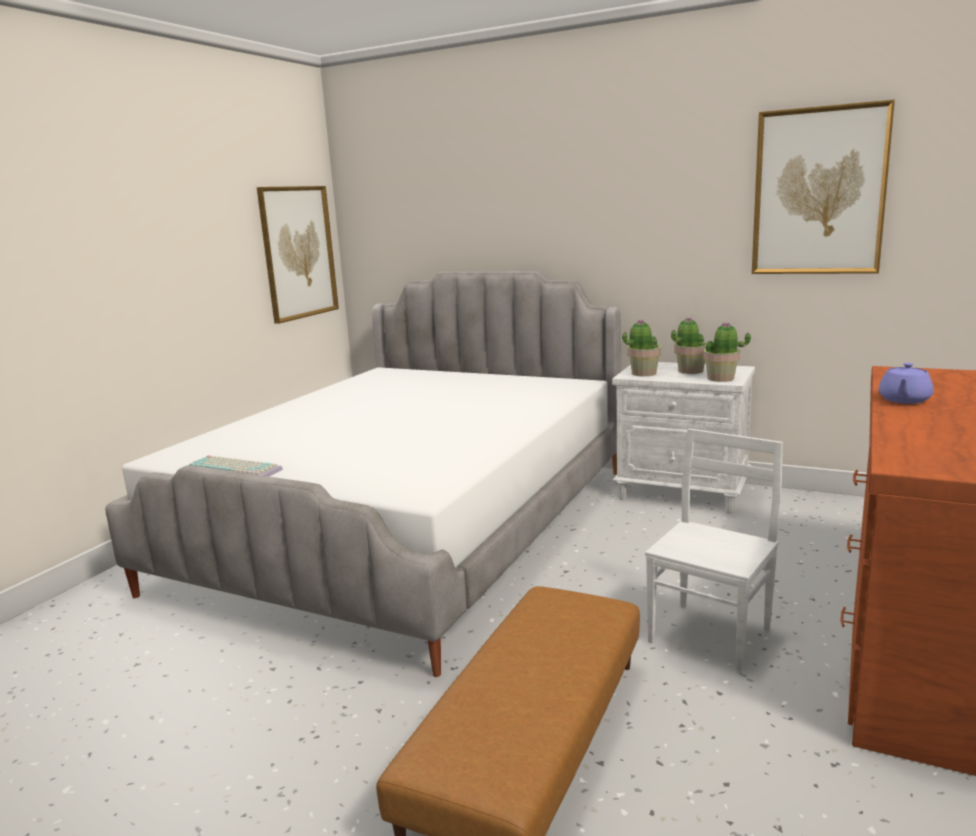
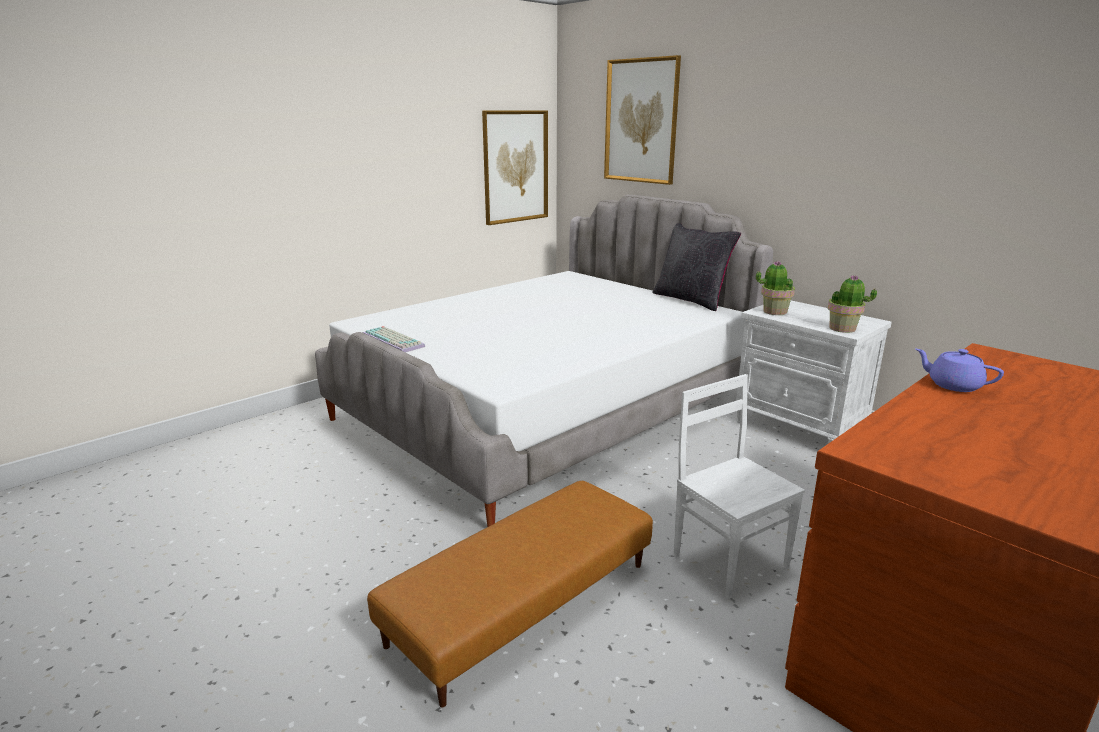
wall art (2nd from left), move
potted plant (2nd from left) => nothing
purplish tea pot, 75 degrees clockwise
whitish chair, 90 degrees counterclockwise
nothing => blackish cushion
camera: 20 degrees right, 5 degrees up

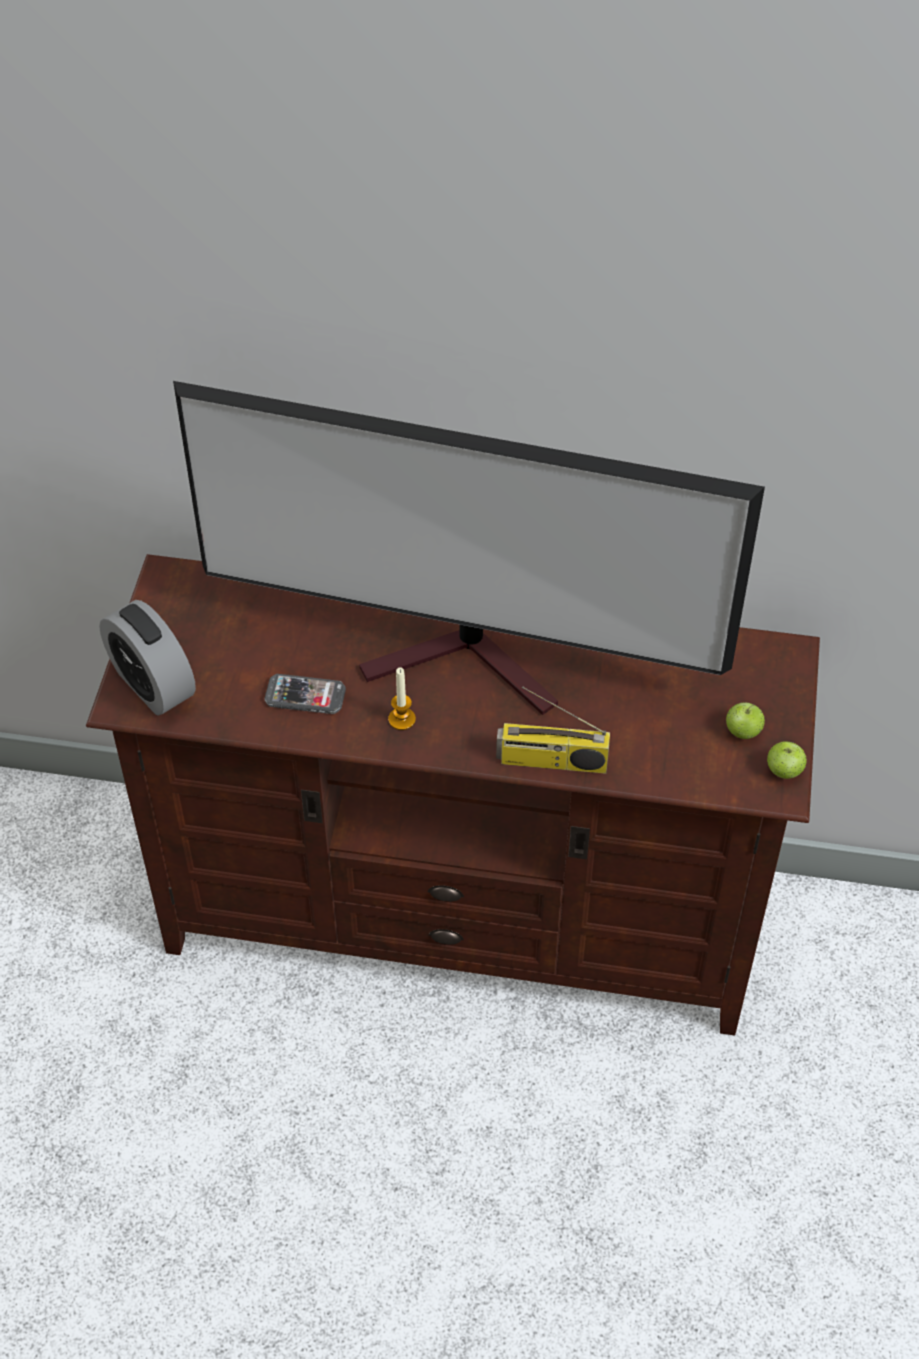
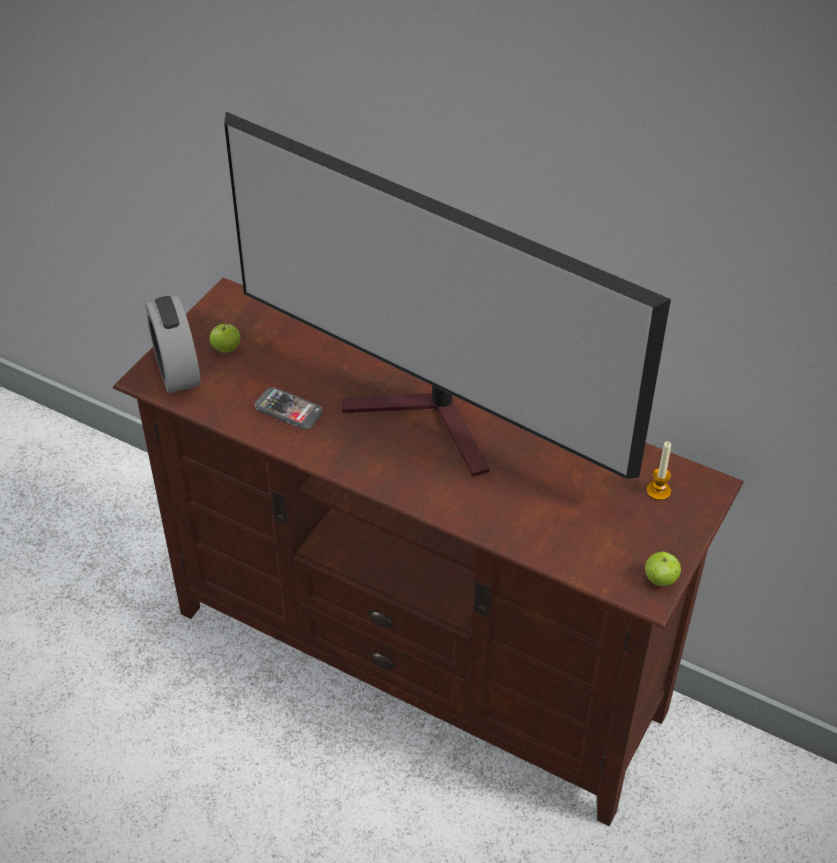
candle, move
radio set => nothing
apple fruit (1st from left), move
camera: 20 degrees right, 5 degrees down

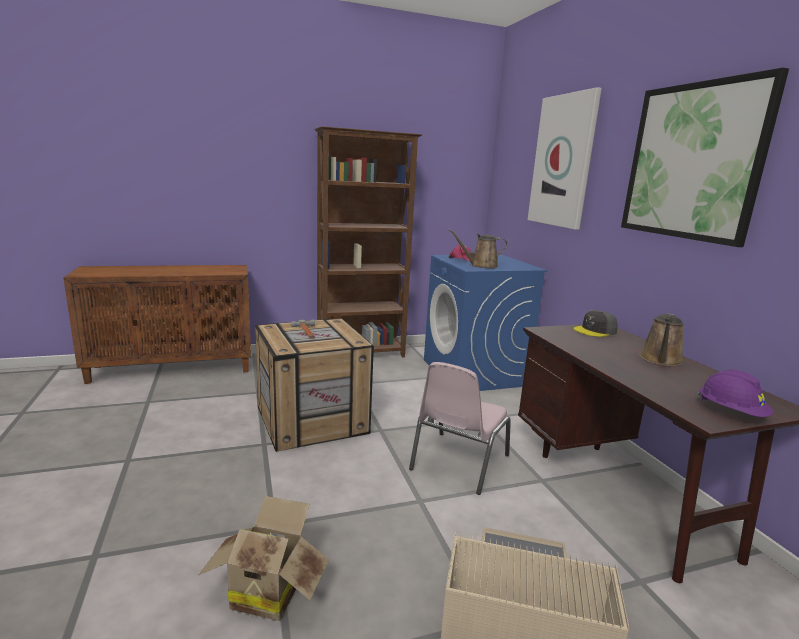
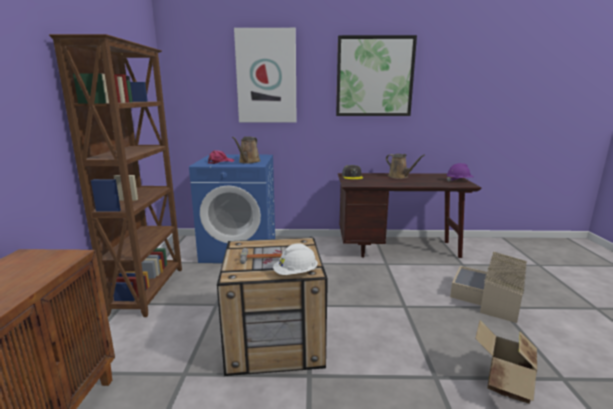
pinkish chair => nothing
nothing => whitish work helmet
camera: 70 degrees left, 0 degrees up

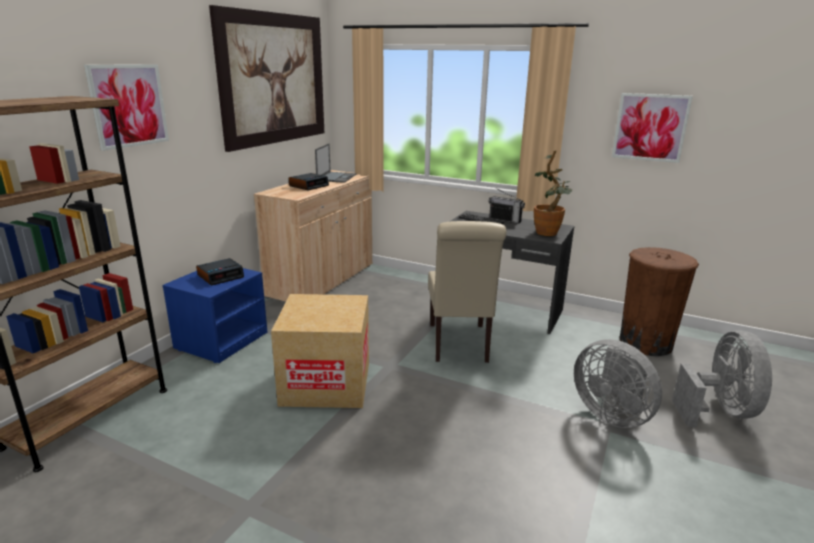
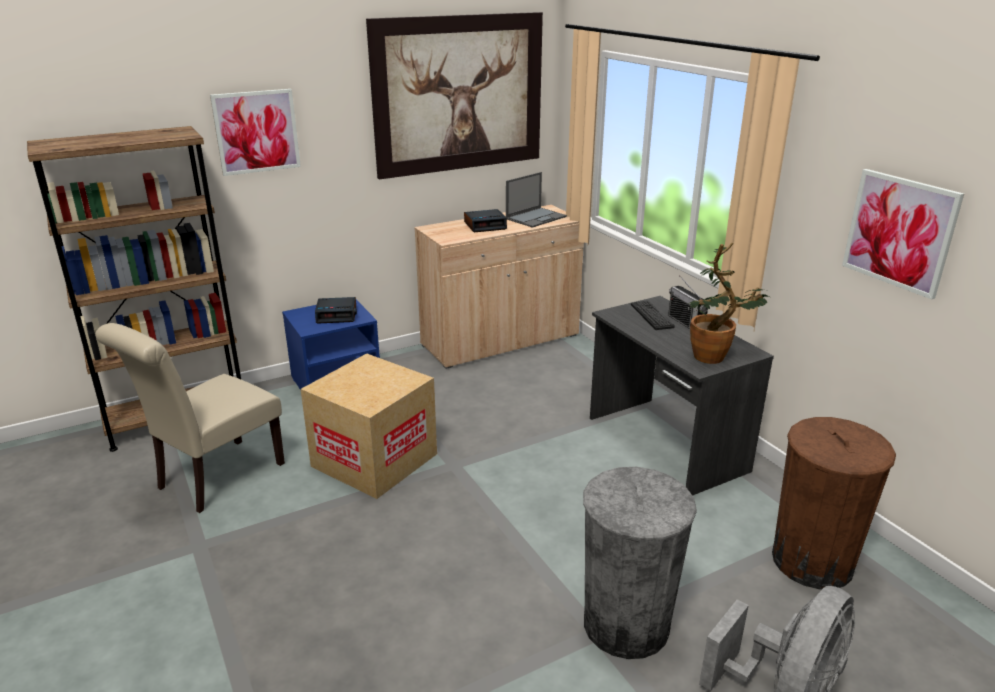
sand-coloured chair, move
grey fan (1st from left) => grey rubbish bin
camera: 35 degrees right, 5 degrees up

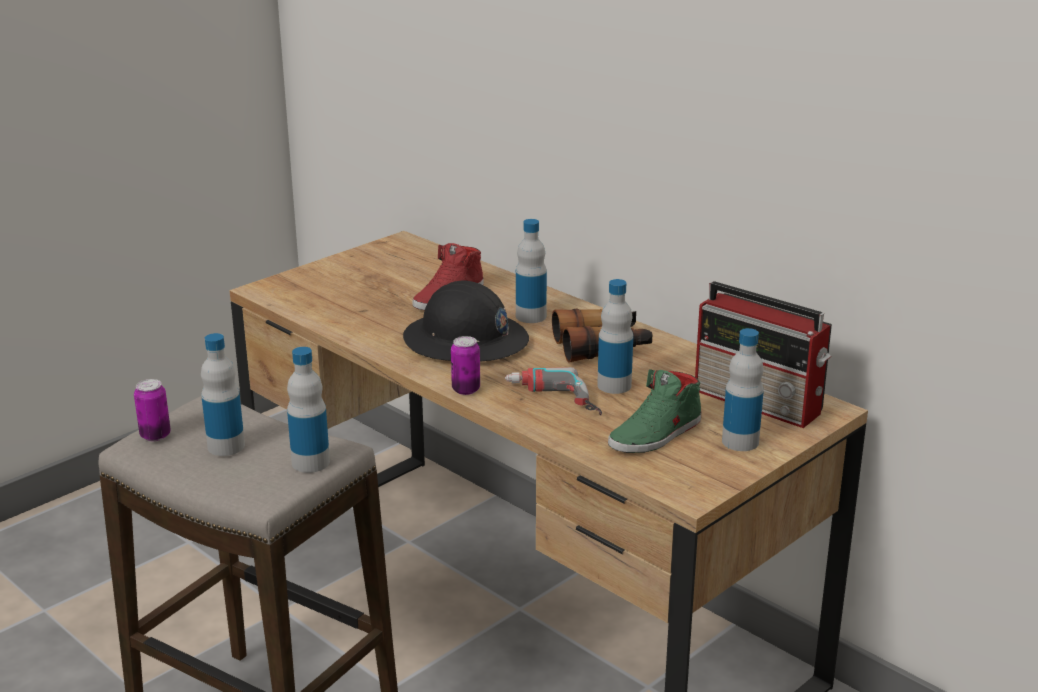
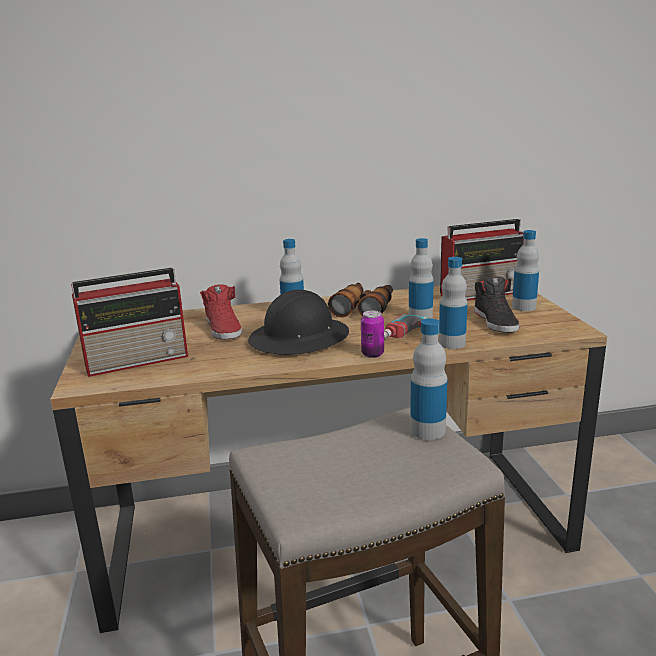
drink bottle (1st from left in the first image) => drink bottle (4th from left), move
green shoe => blackish shoe
metal can (1st from left) => nothing
nothing => radio set (1st from left)
camera: 55 degrees left, 5 degrees down

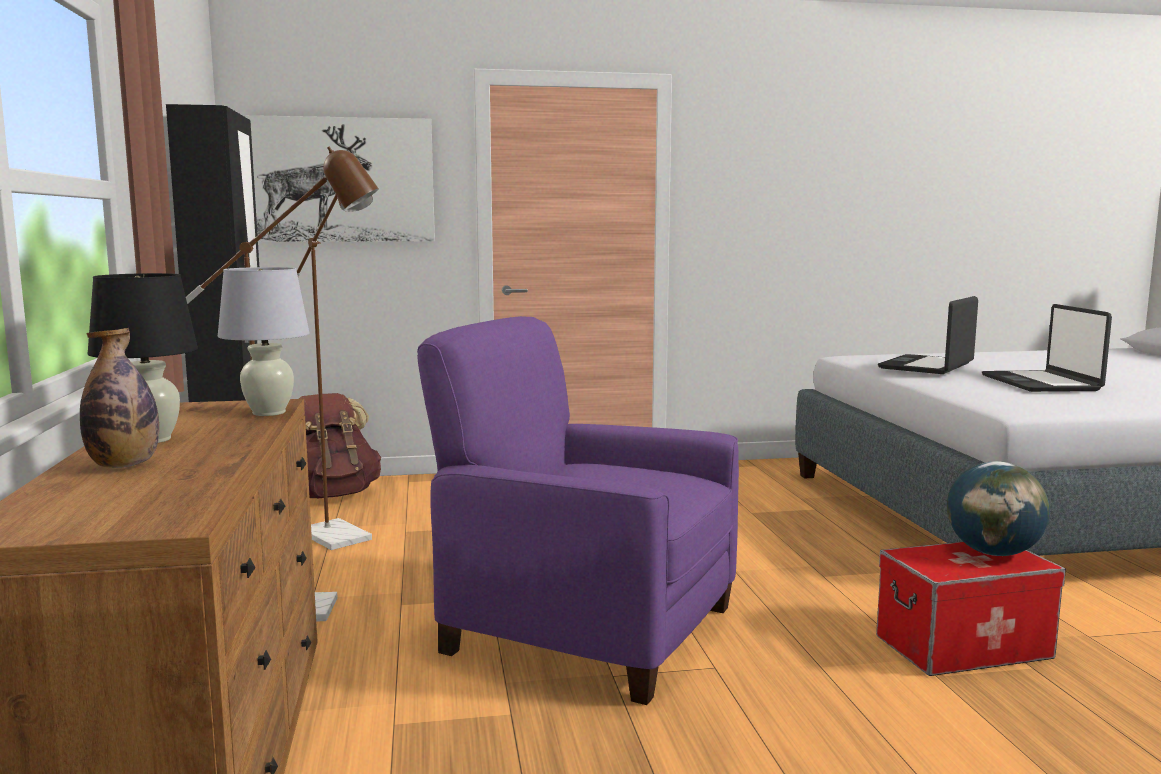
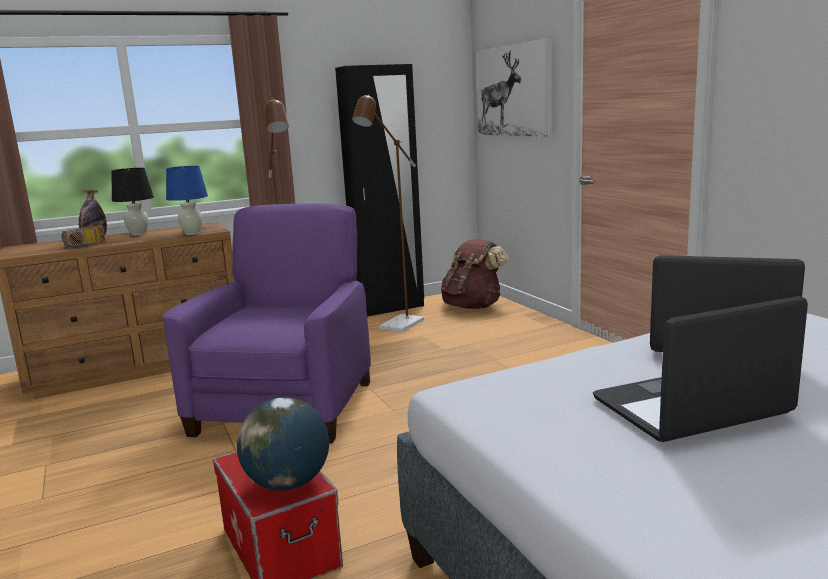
whitish tabletop lamp => blue-coloured tabletop lamp
nothing => radio set
camera: 75 degrees right, 5 degrees up

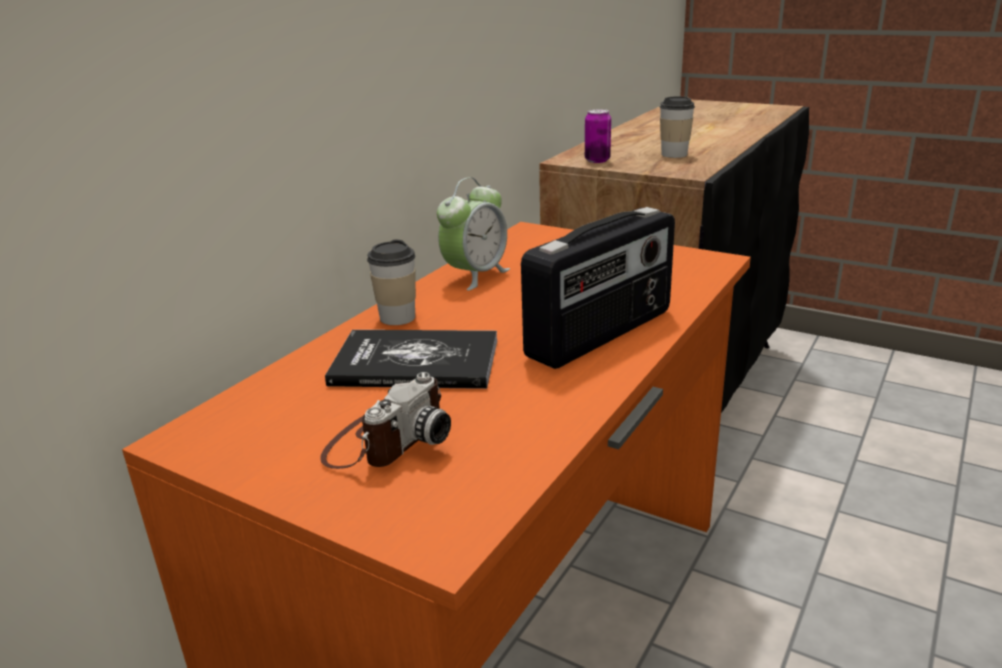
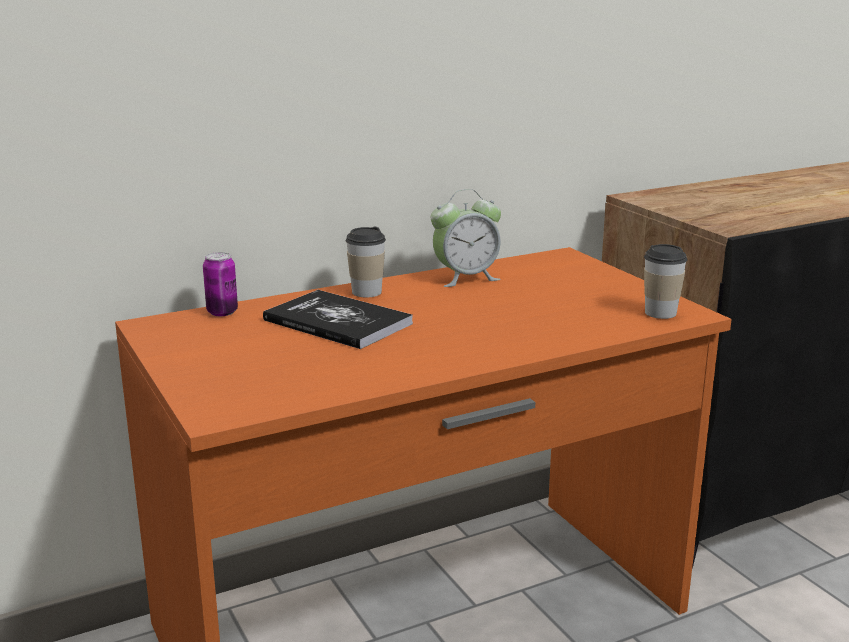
drinking cup (2nd from left), move
metal can, move
radio set => nothing
photo camera => nothing
camera: 30 degrees right, 5 degrees down

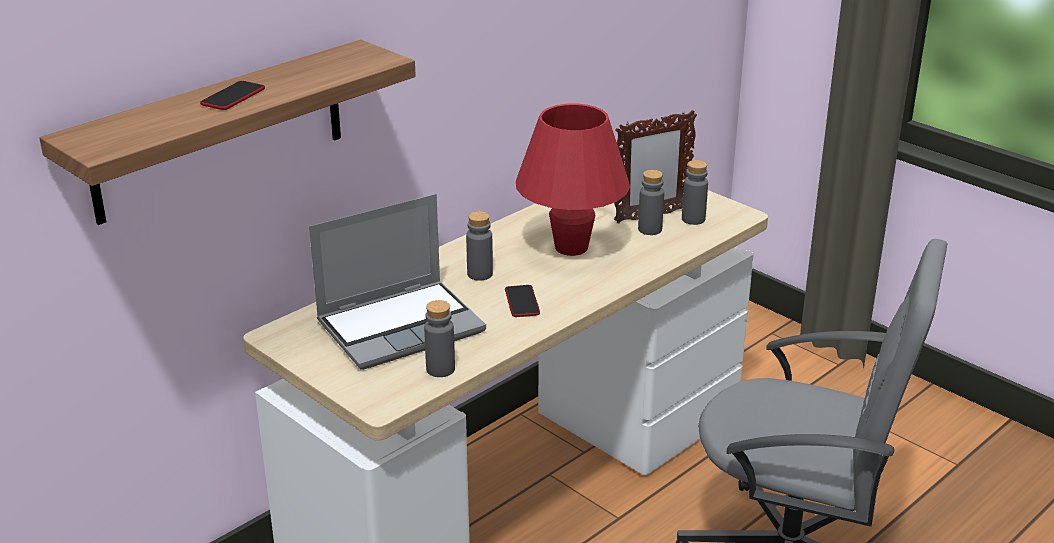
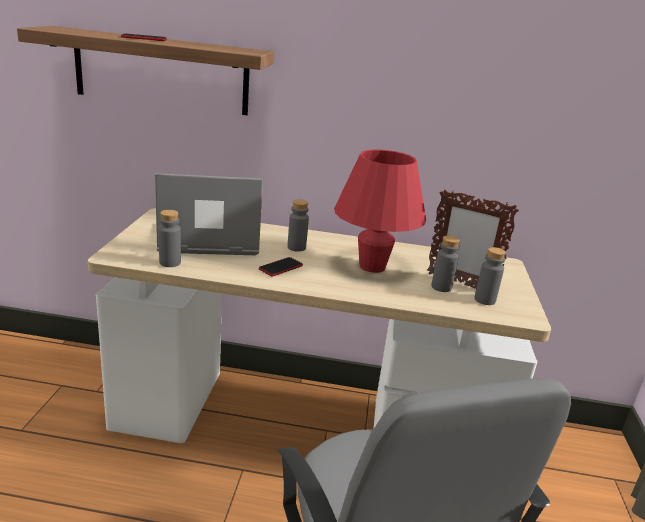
notebook computer, 150 degrees clockwise
camera: 50 degrees right, 5 degrees down

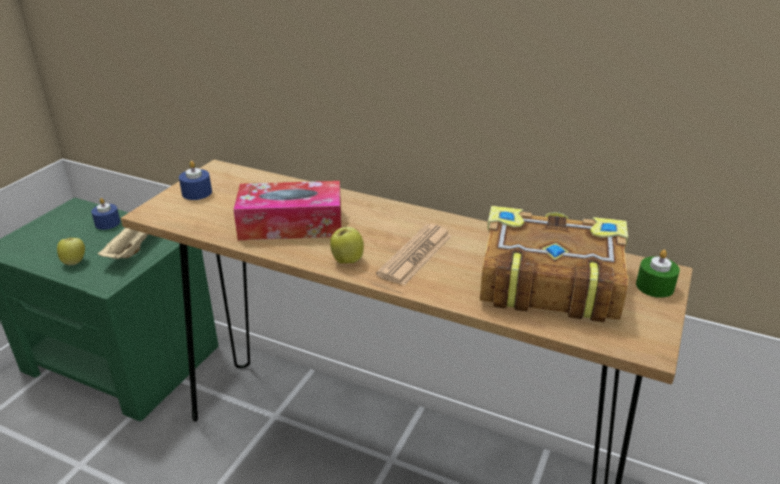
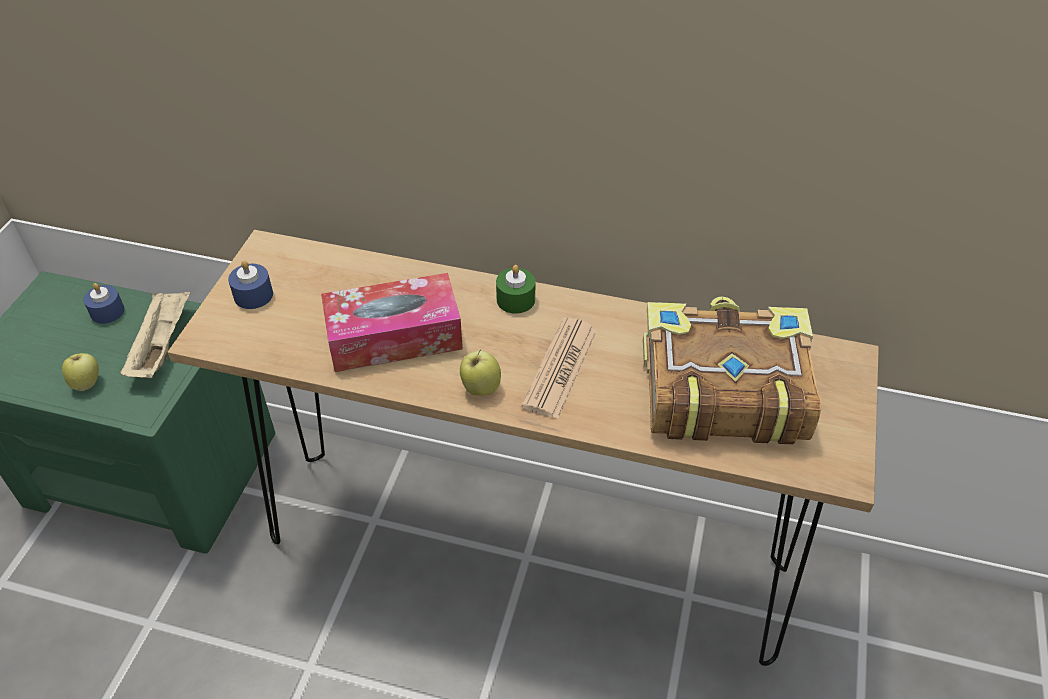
green candle, move
camera: 10 degrees left, 15 degrees up

